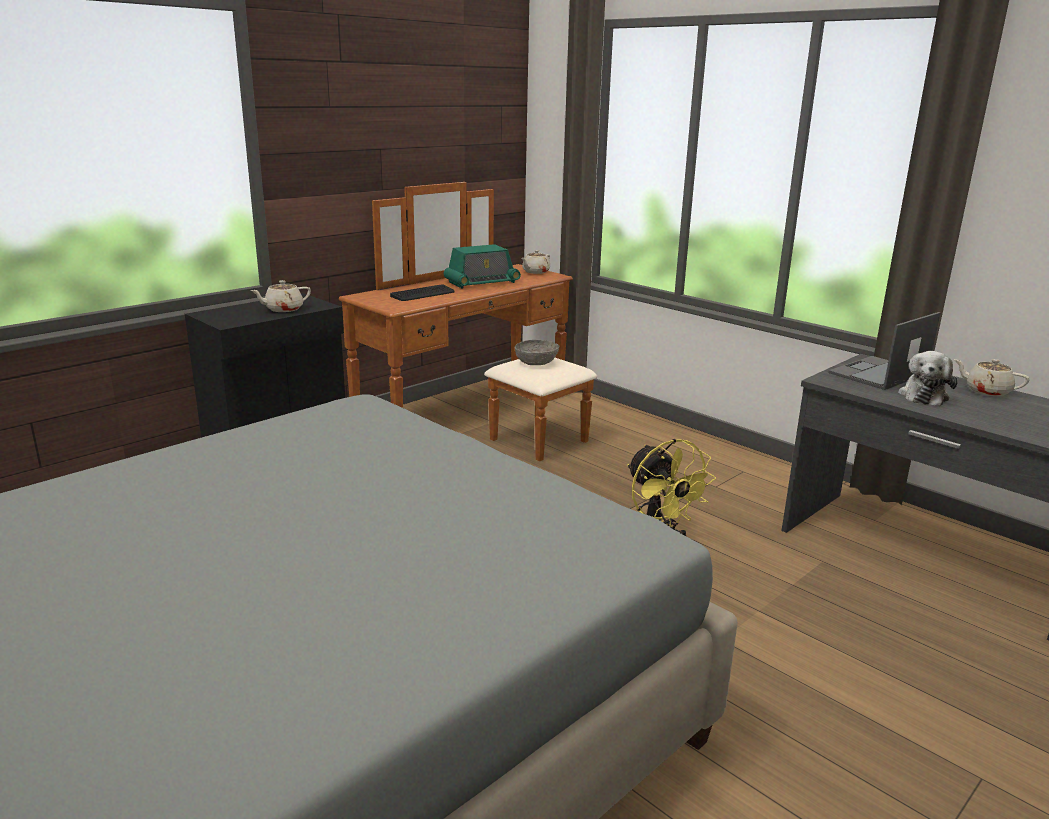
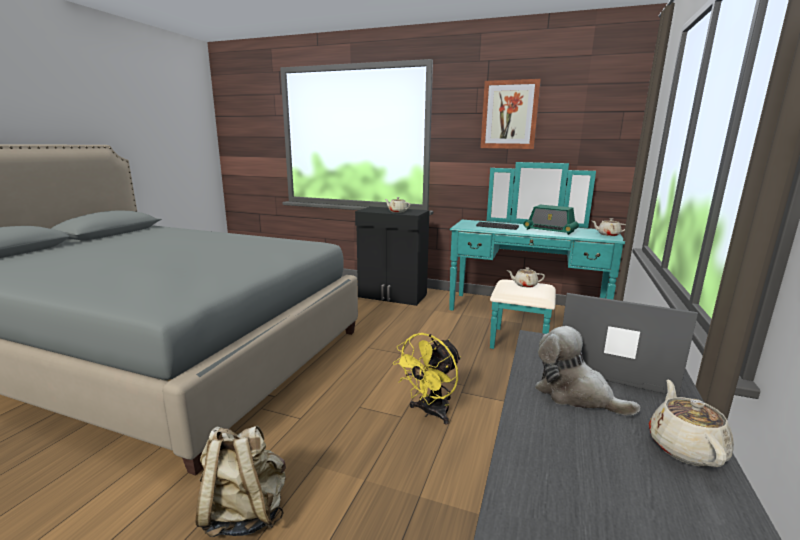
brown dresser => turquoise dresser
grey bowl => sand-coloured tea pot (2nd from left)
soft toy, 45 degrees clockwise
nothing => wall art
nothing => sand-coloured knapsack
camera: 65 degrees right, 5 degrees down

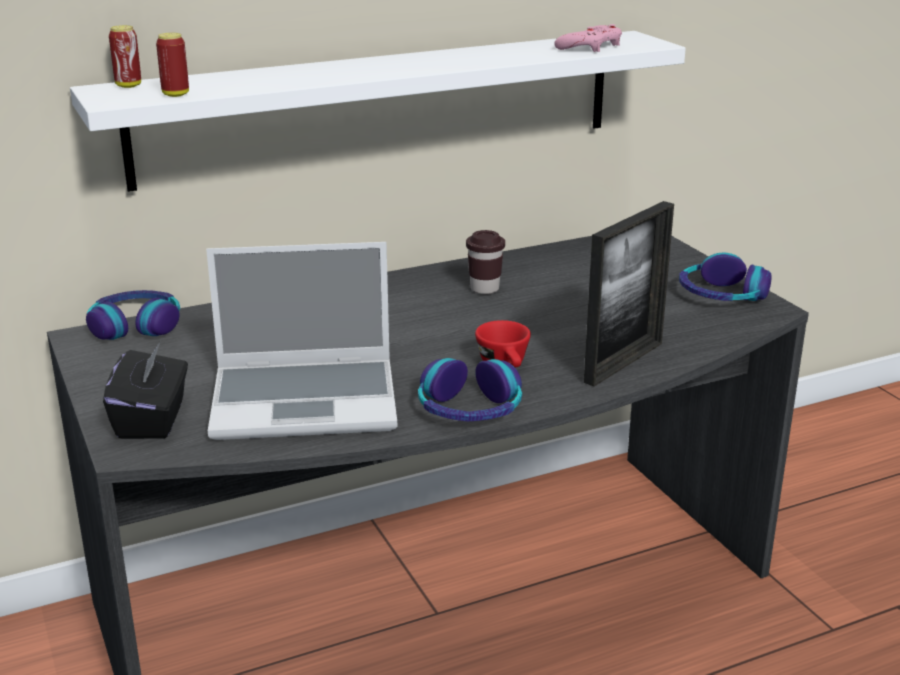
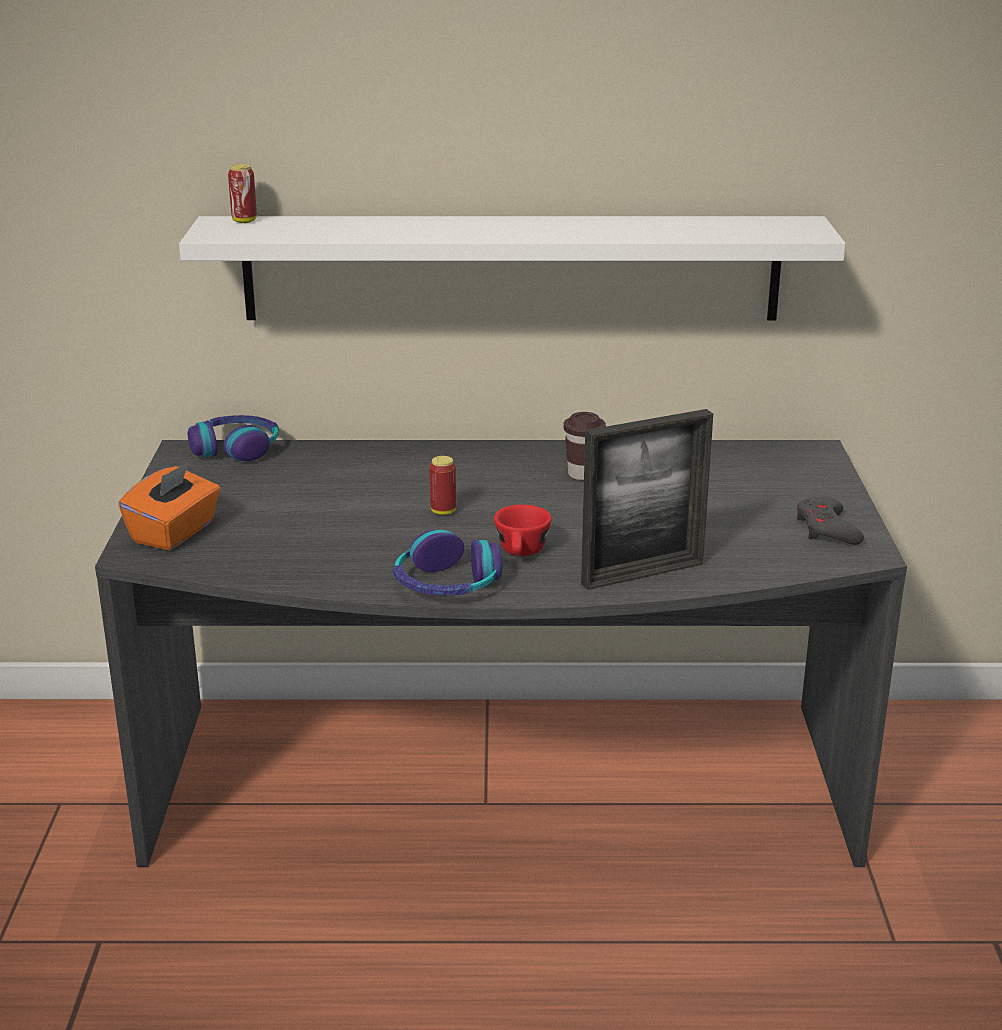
pinkish joypad => nothing
metal can (2nd from left), move
notebook computer => nothing
headphones (3rd from left) => grey joypad
blackish tissue holder => orange-coloured tissue holder
camera: 25 degrees right, 0 degrees up

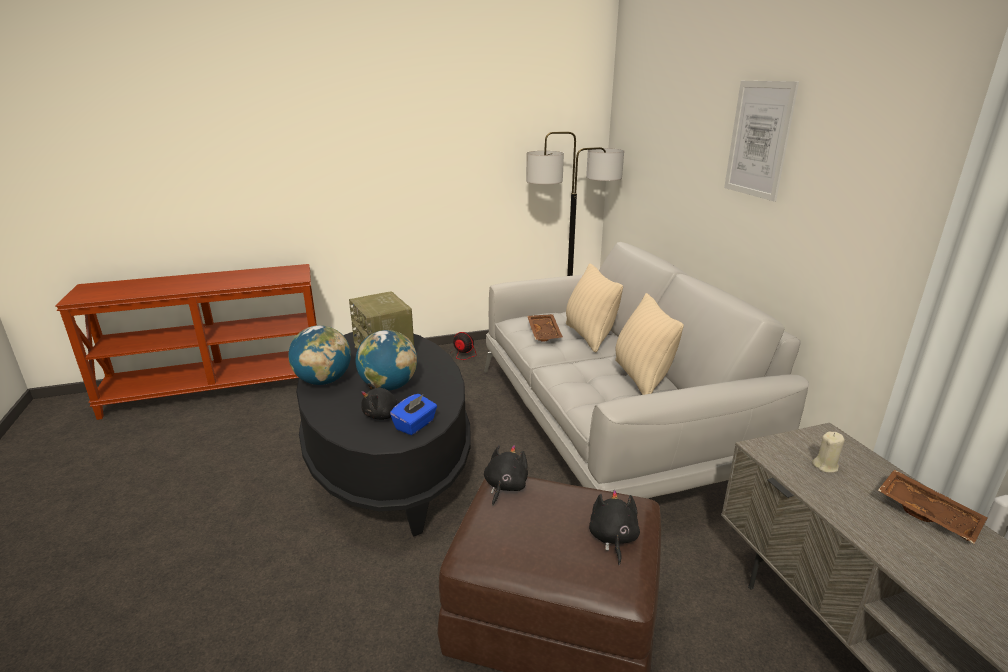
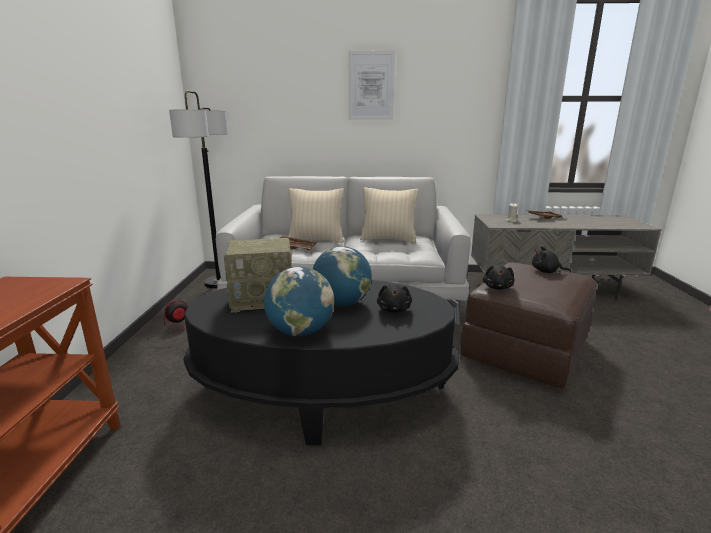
blue-coloured tissue holder => nothing
blackish soft toy (2nd from left), 120 degrees counterclockwise
camera: 70 degrees left, 5 degrees down

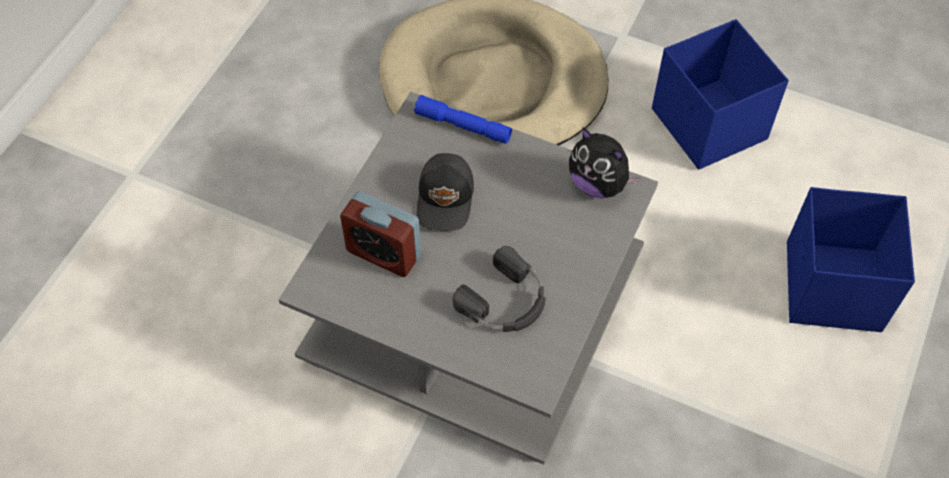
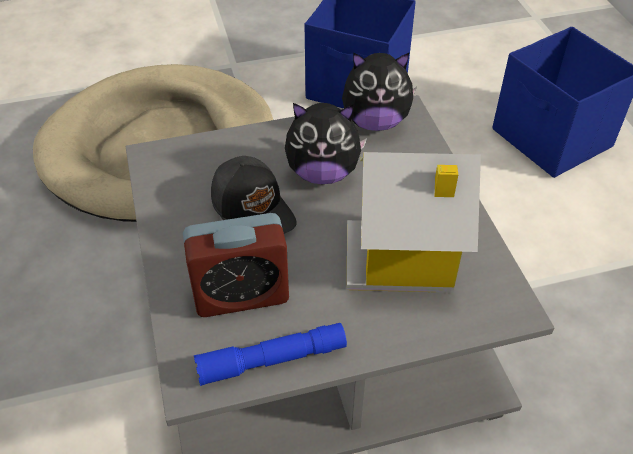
blue-coloured torch, move
blackish headphones => model house
nothing => soft toy (1st from left)
camera: 40 degrees left, 10 degrees down

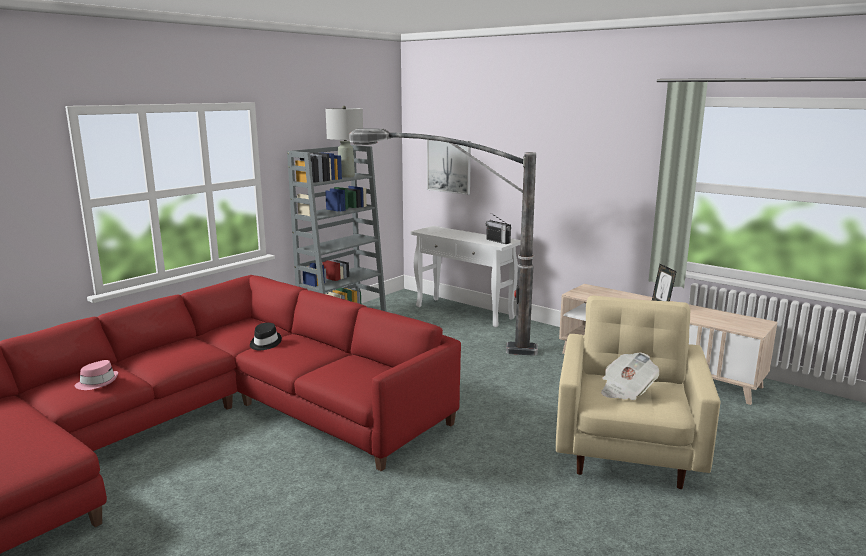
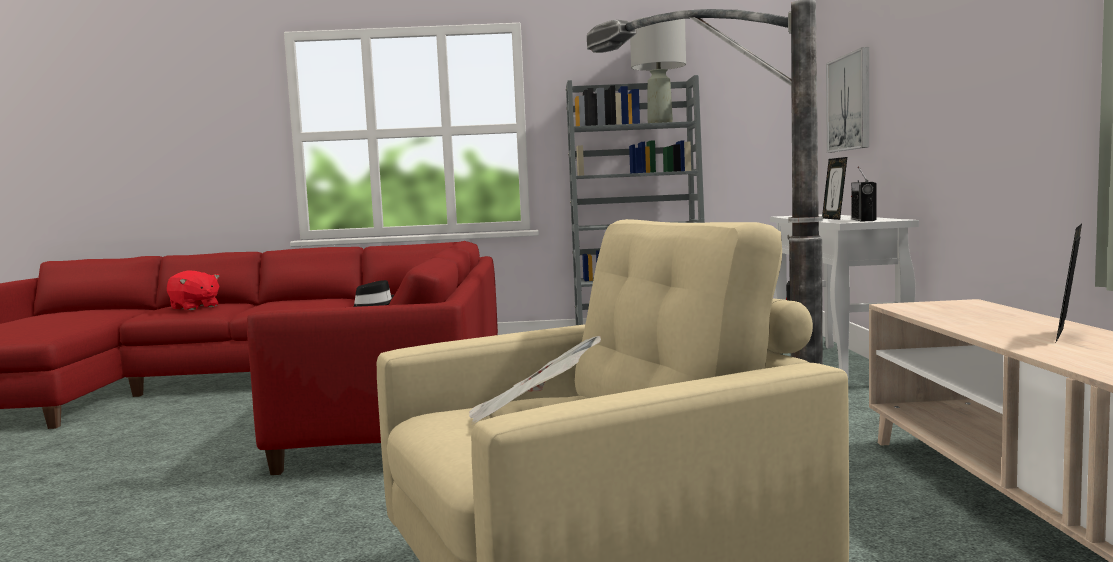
pinkish clothing hat => red soft toy
nothing => photo frame (1st from left)
camera: 50 degrees right, 10 degrees down

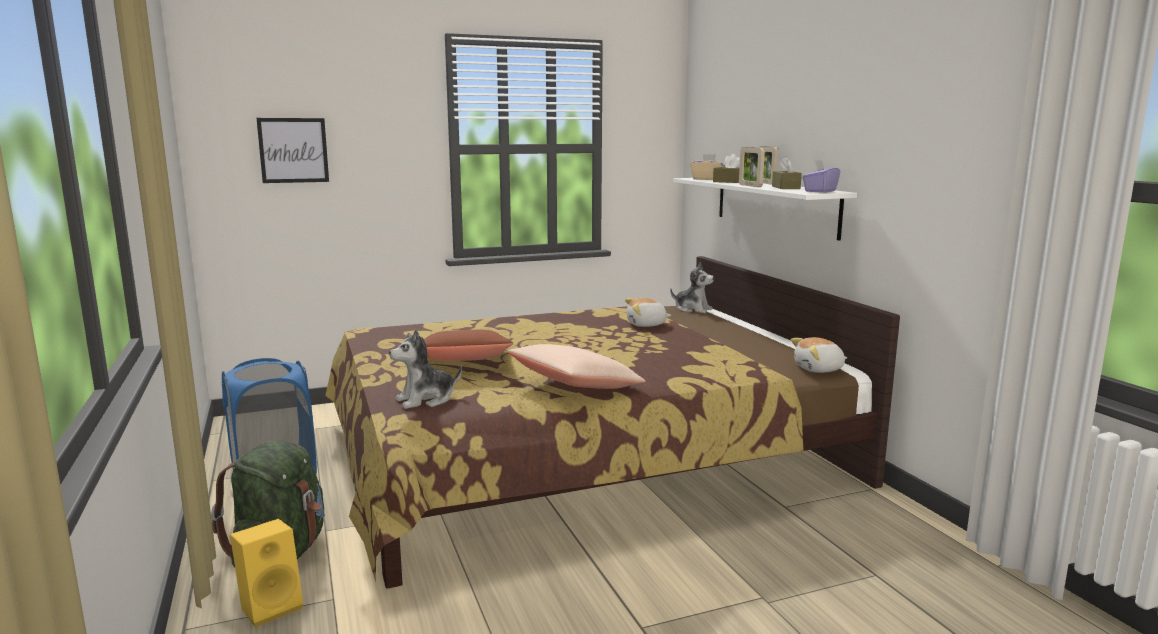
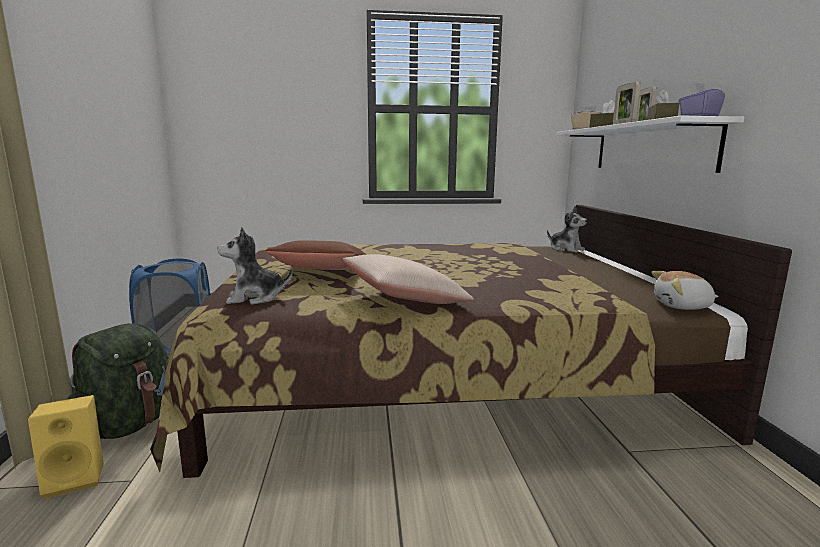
wall art => nothing
soft toy (2nd from left) => nothing
camera: 15 degrees right, 0 degrees up

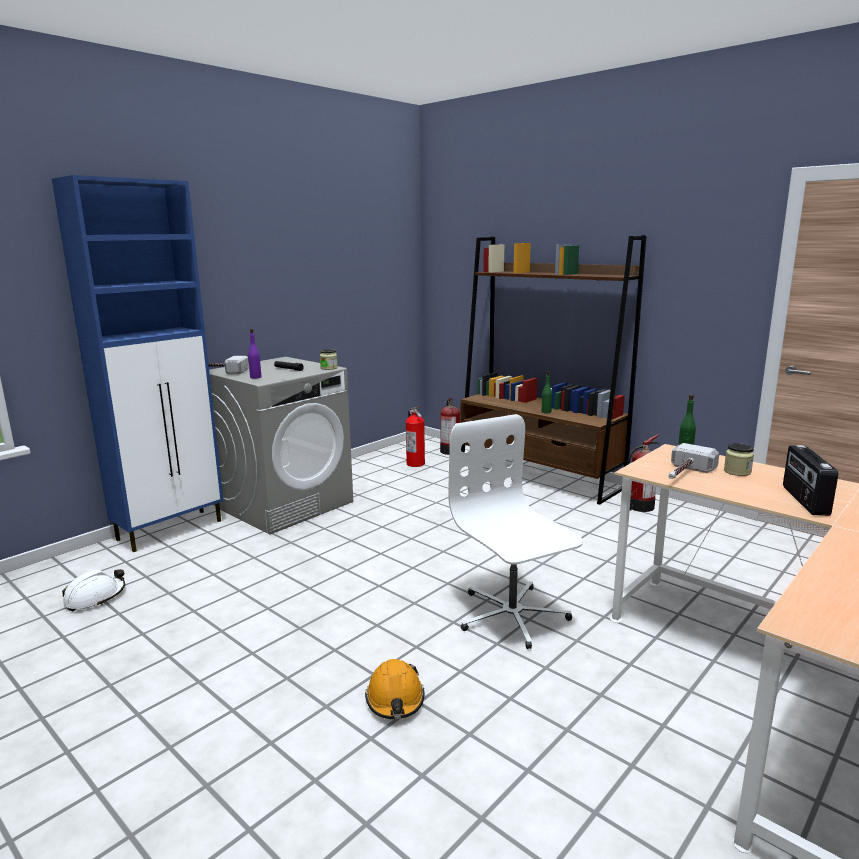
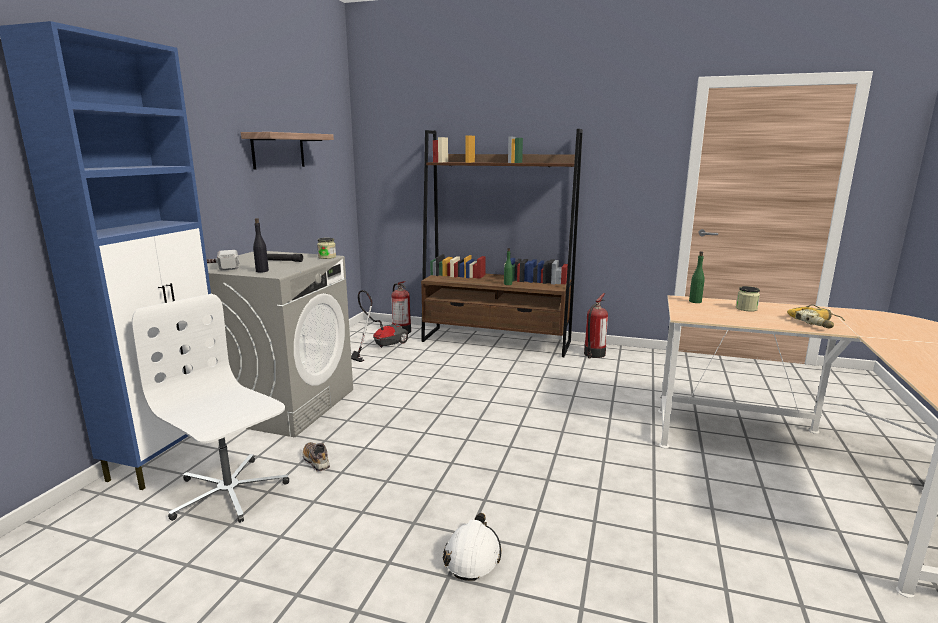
purplish drink bottle => blackish drink bottle
extinguisher (1st from left) => vacuum
whitish computer chair, move
hand hammer (2nd from left) => nothing
radio set => electric drill
whitish work helmet, move
orange-coloured work helmet => nothing
nothing => shelf
nothing => shoe
camera: 25 degrees left, 0 degrees up

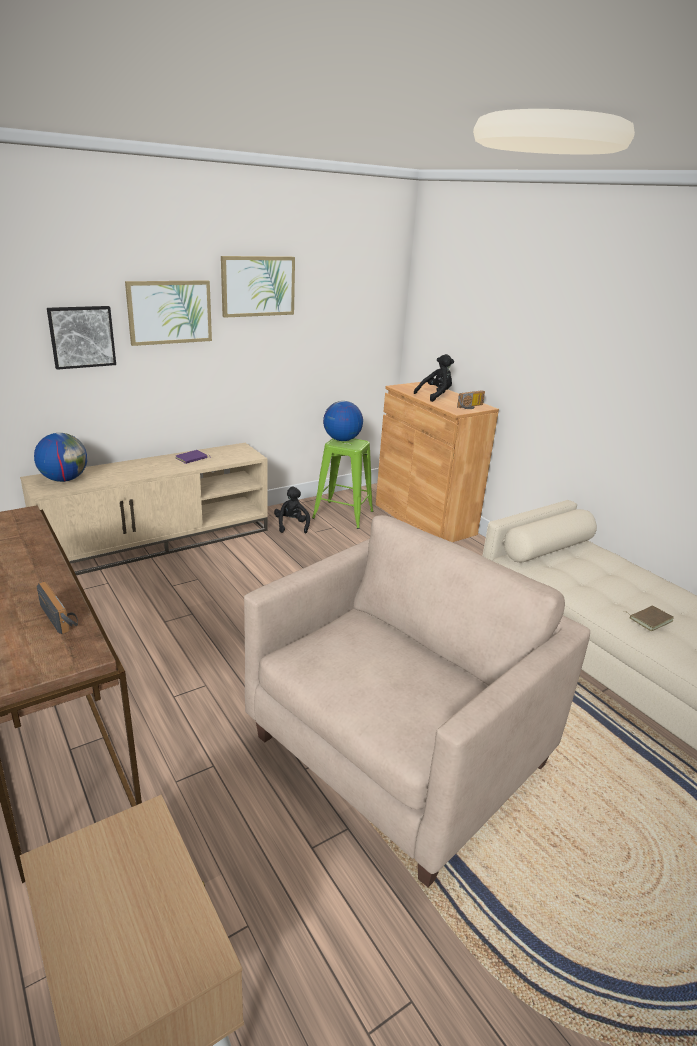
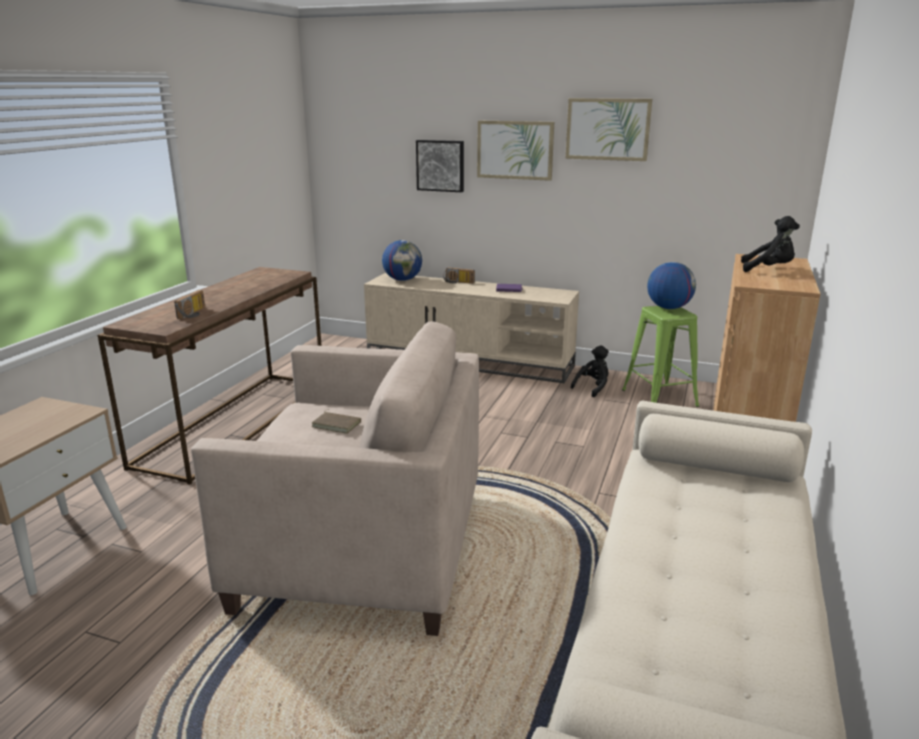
radio set (2nd from left), move
brown bound book, move
camera: 55 degrees right, 5 degrees down

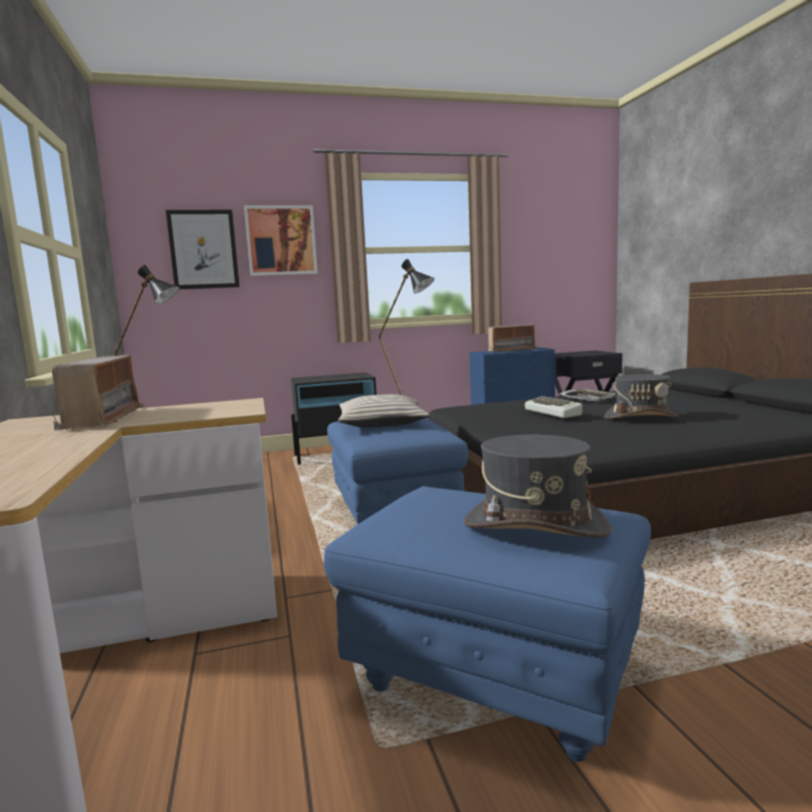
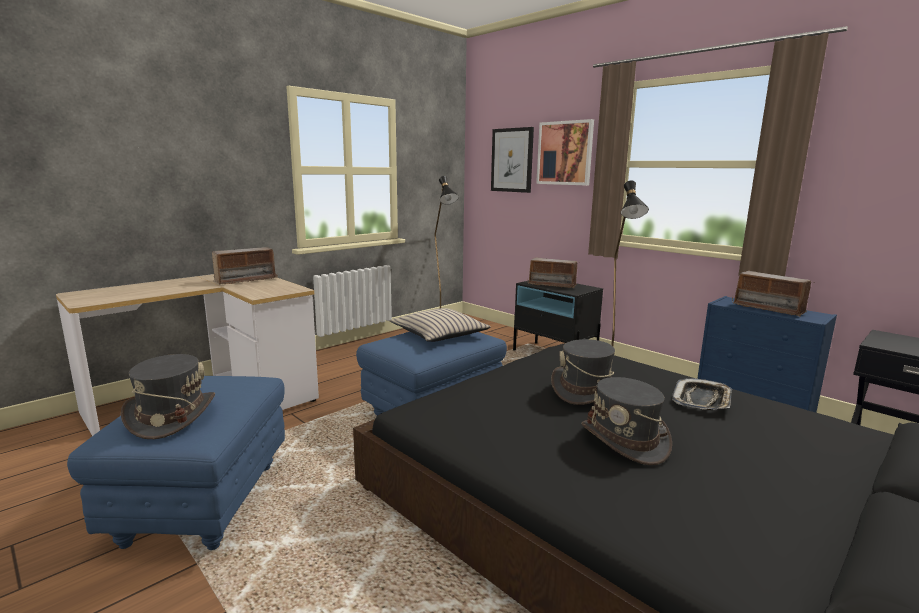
computer keyboard => grey clothing hat (2nd from left)
nothing => radio set (2nd from left)
camera: 60 degrees right, 5 degrees up

